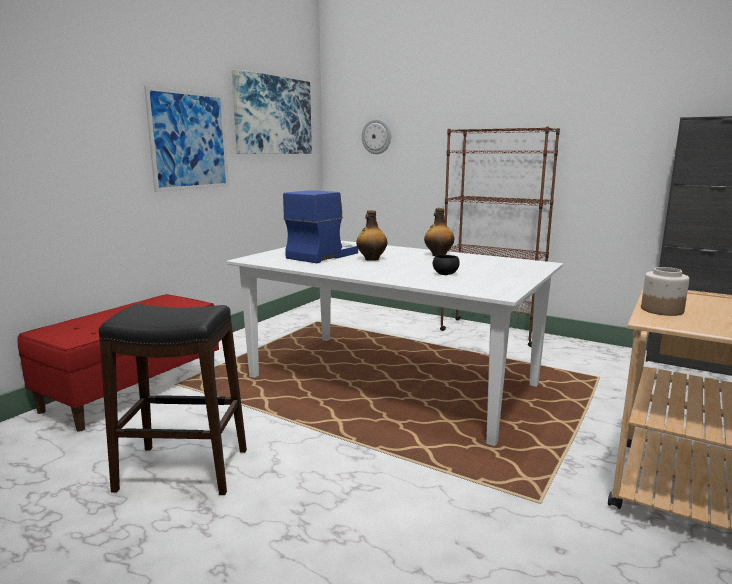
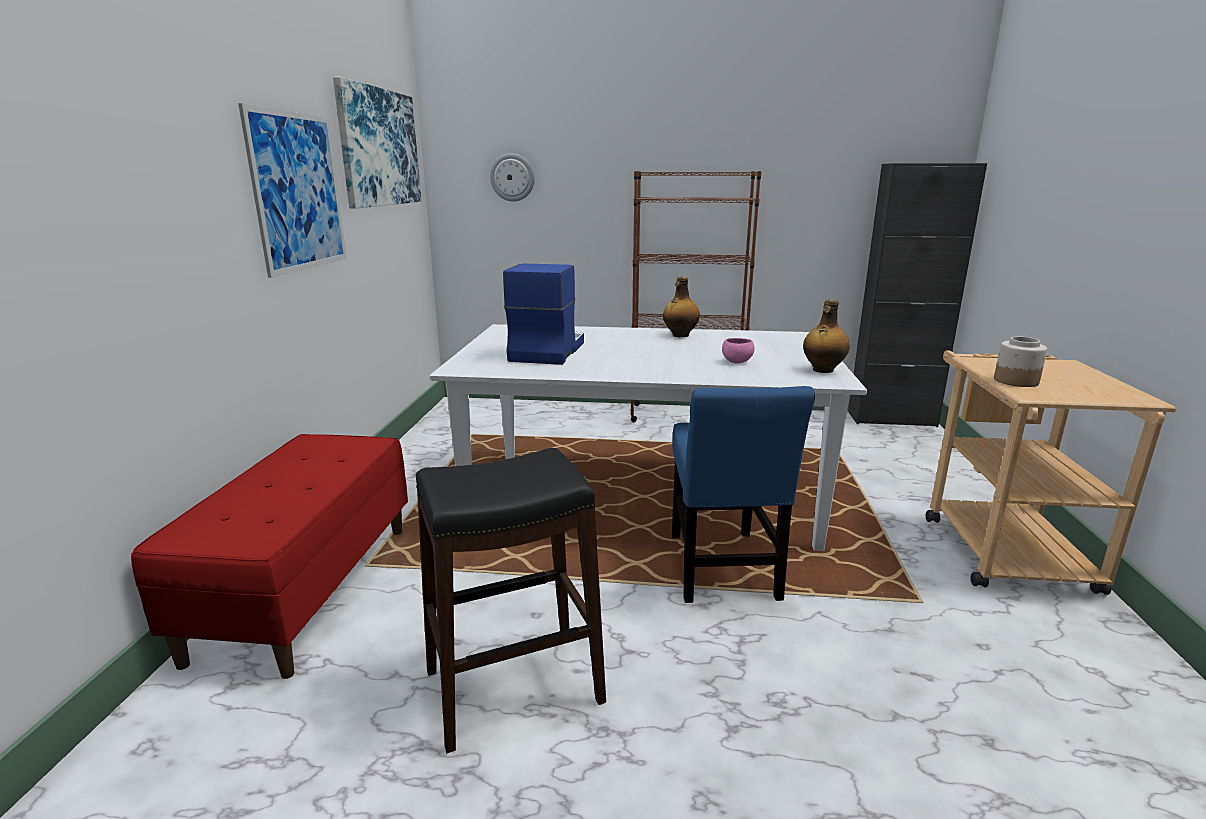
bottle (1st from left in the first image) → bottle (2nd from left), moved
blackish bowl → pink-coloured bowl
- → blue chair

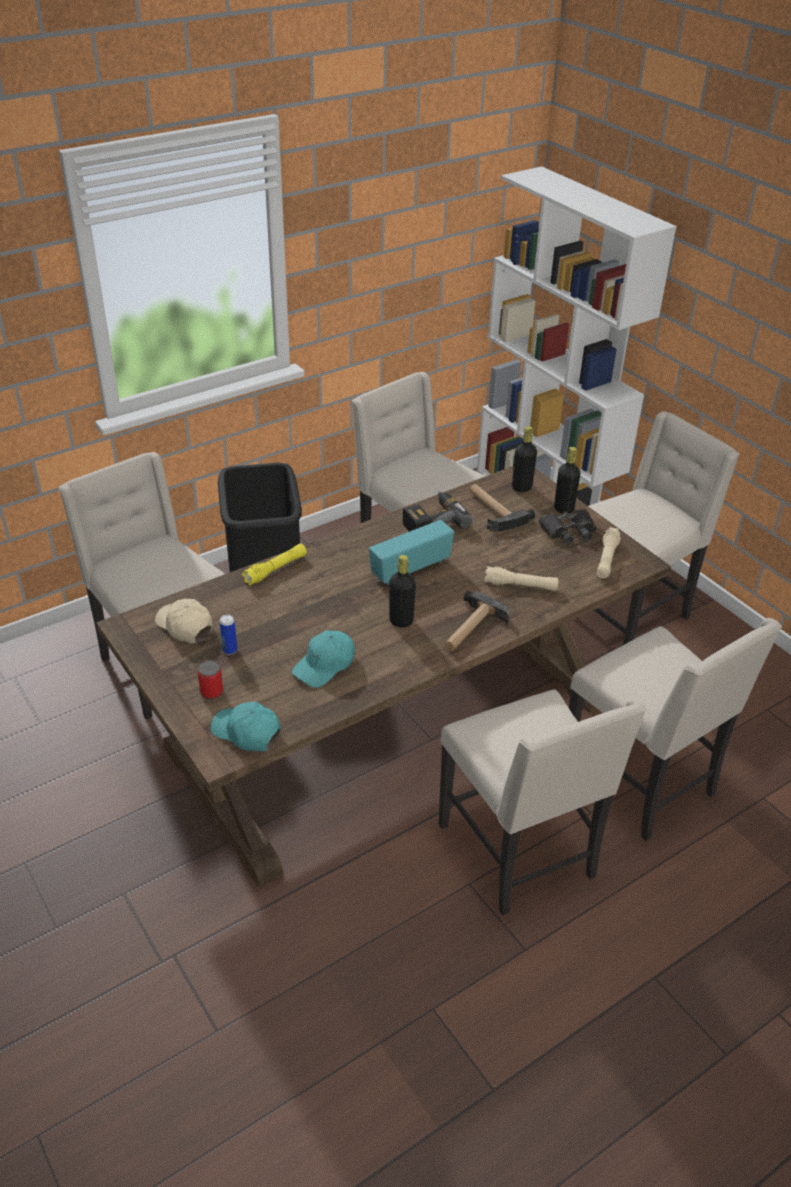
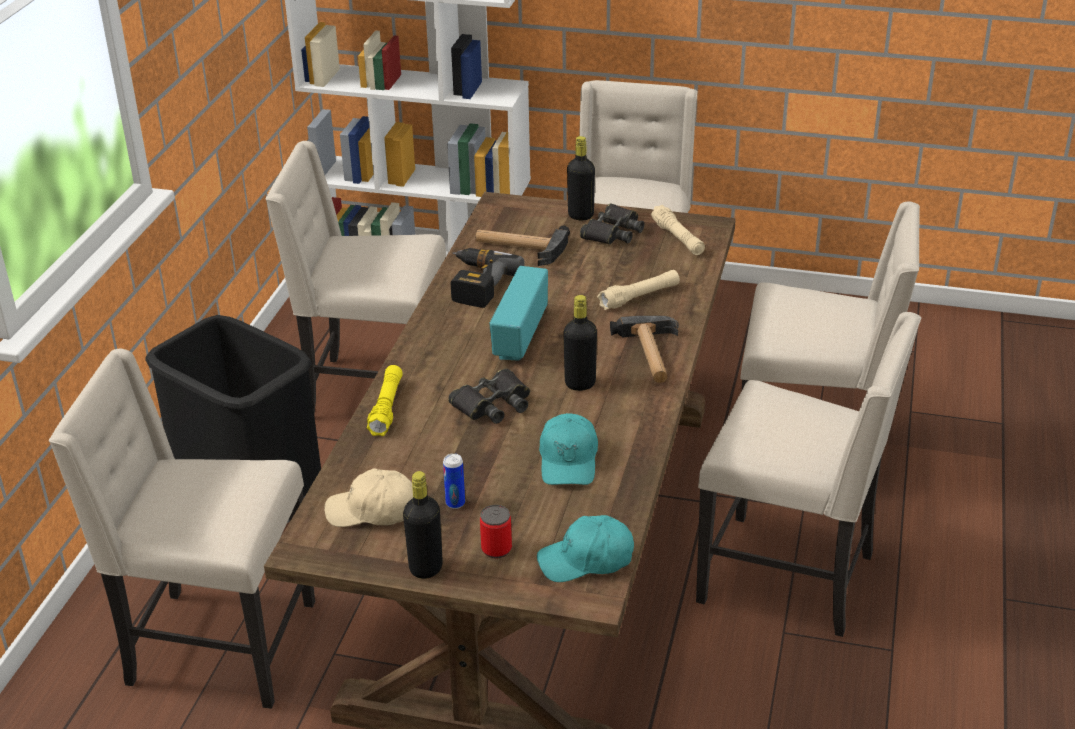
blackish bottle (2nd from left in the first image) → blackish bottle (1st from left), moved
- → blackish pair of binoculars (1st from left)

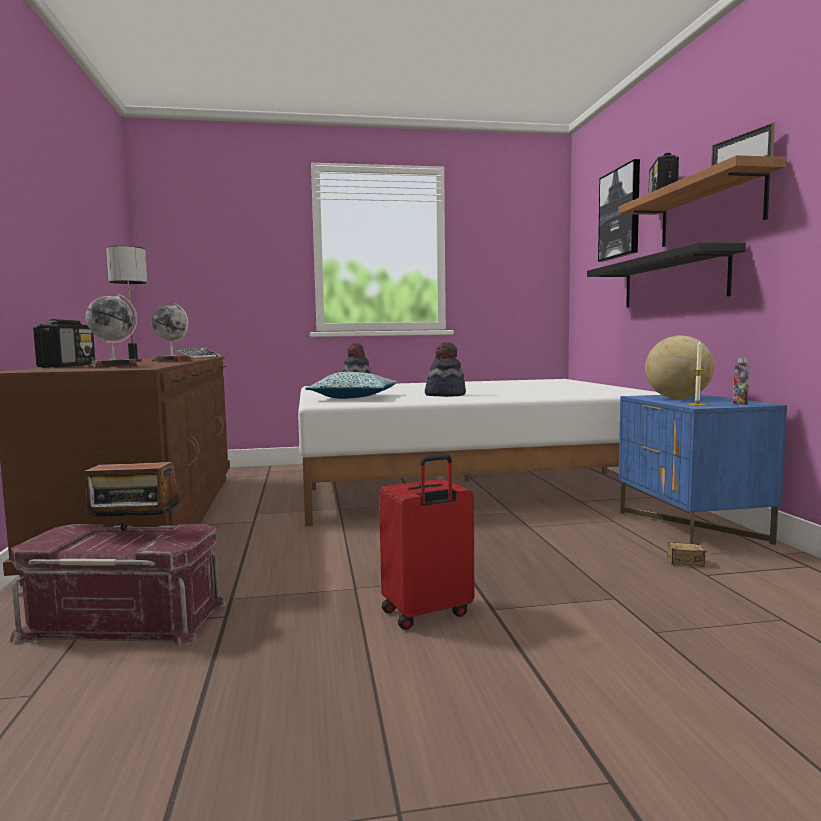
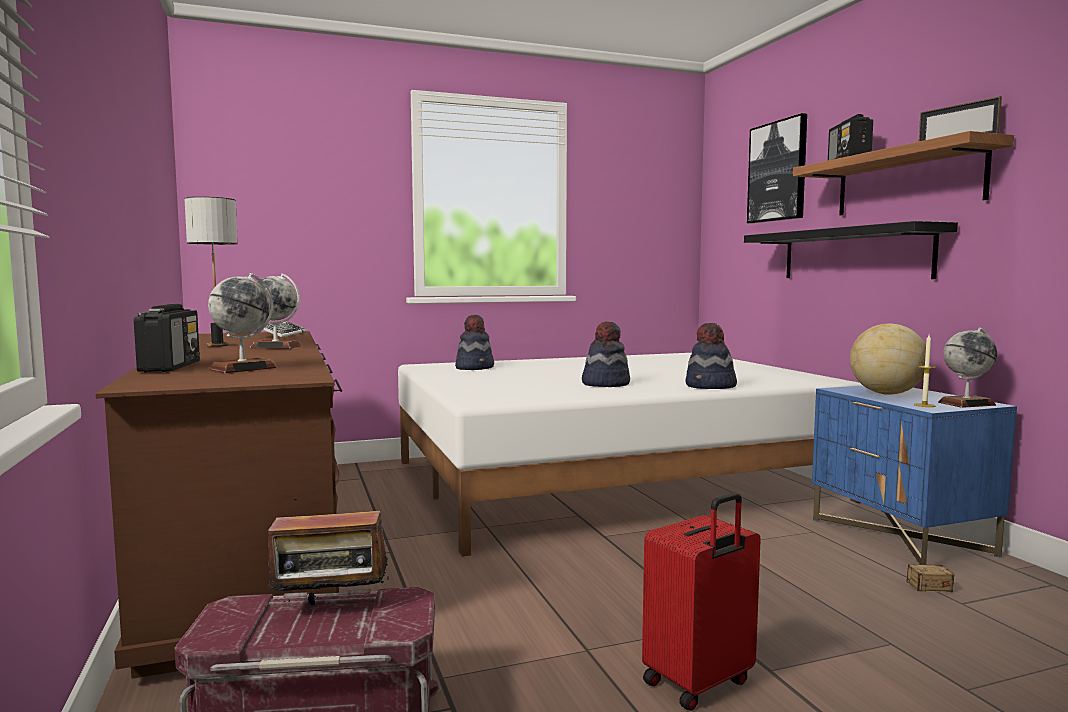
bottle → desk globe (4th from left)
cushion → -
- → hat (3rd from left)

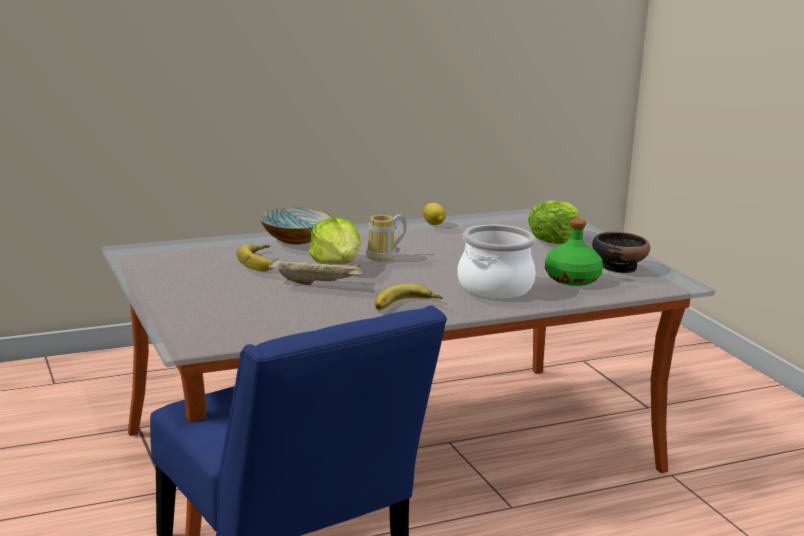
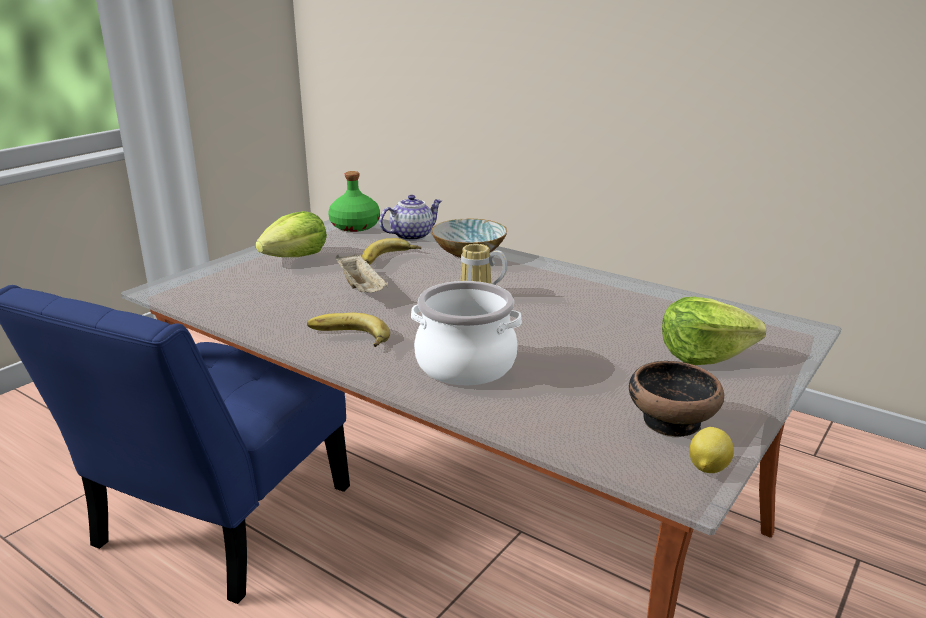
citrus fruit, moved
lettuce (1st from left), moved
greenish bottle, moved
- → pot for tea

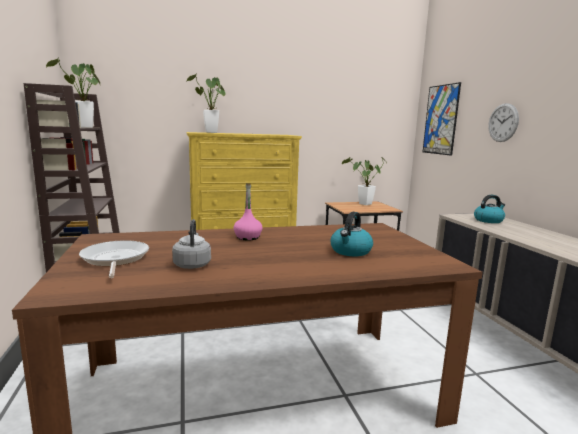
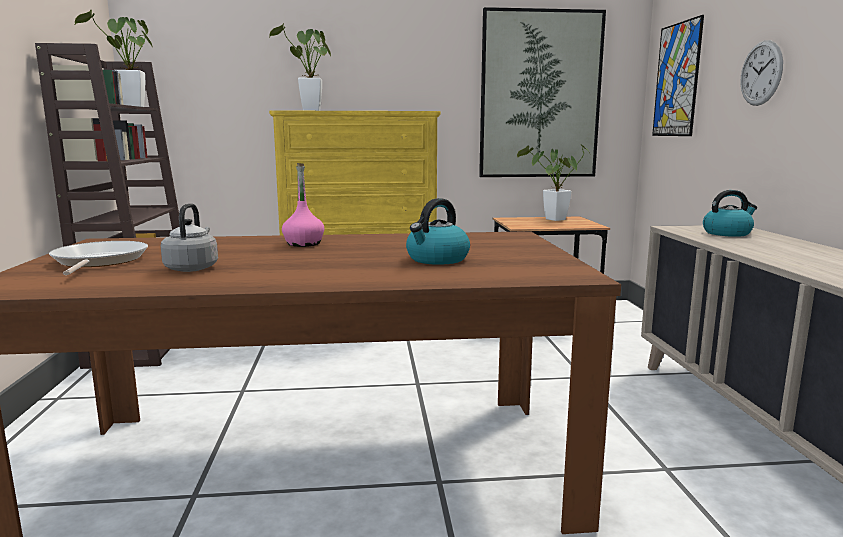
- → picture (1st from left)

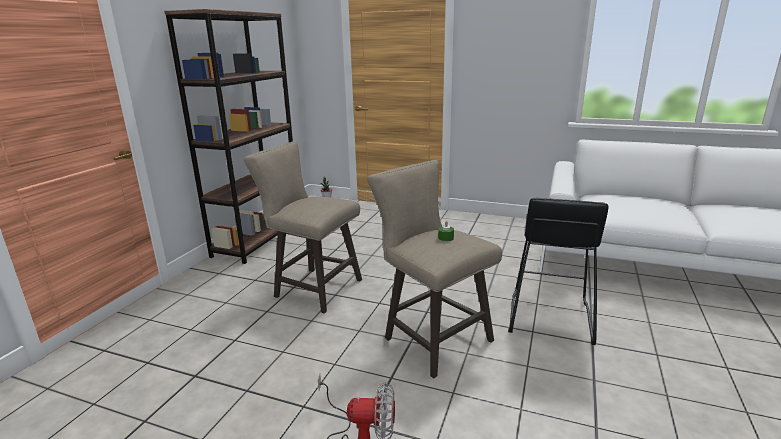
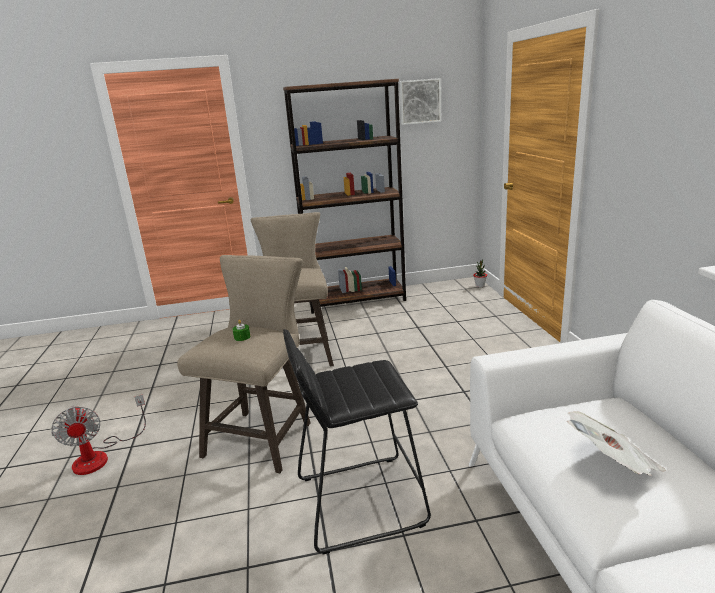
- → picture
- → printed paper

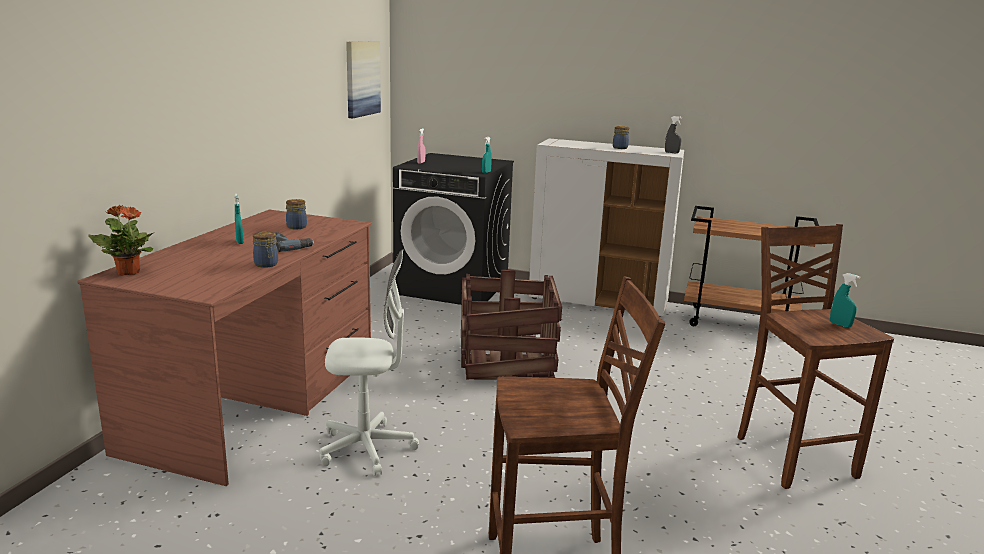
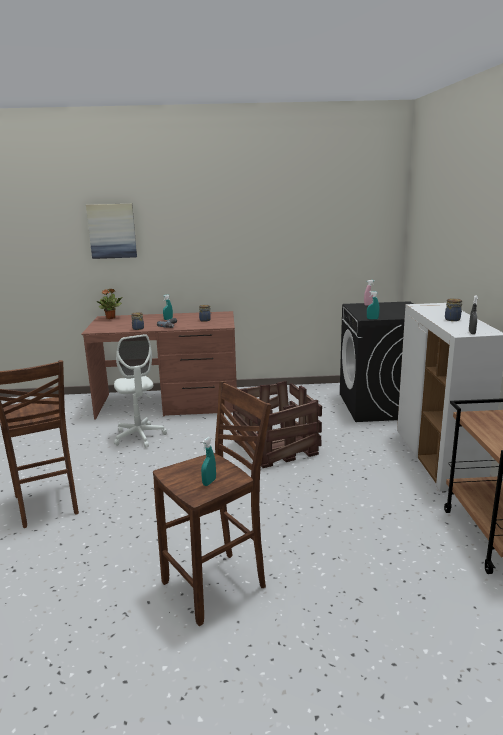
picture, moved

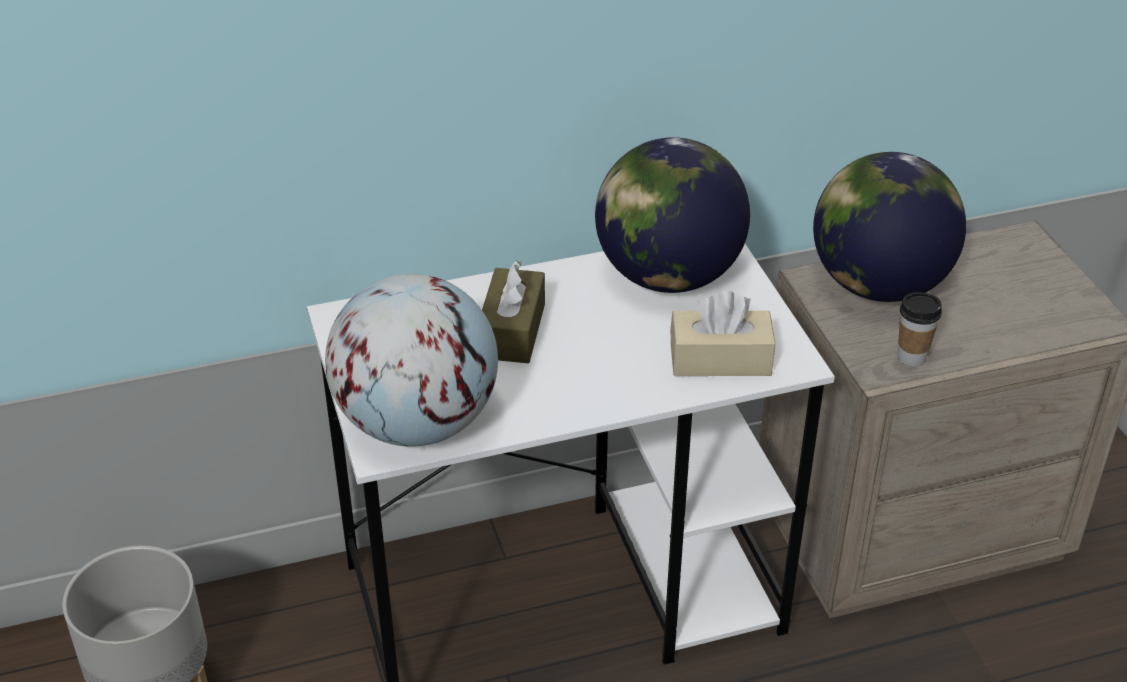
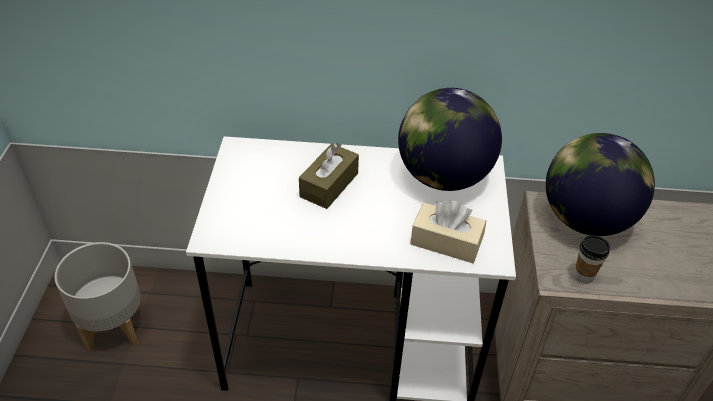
desk globe (1st from left) → -

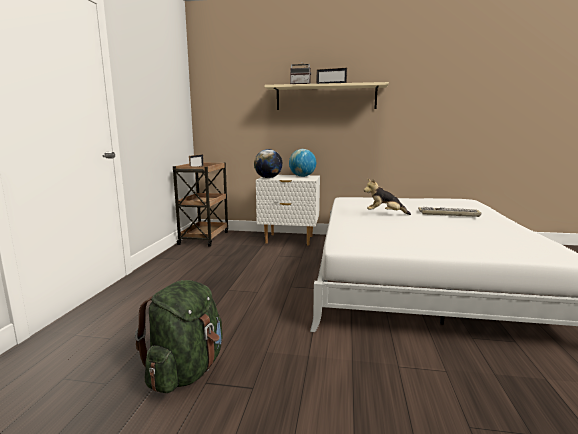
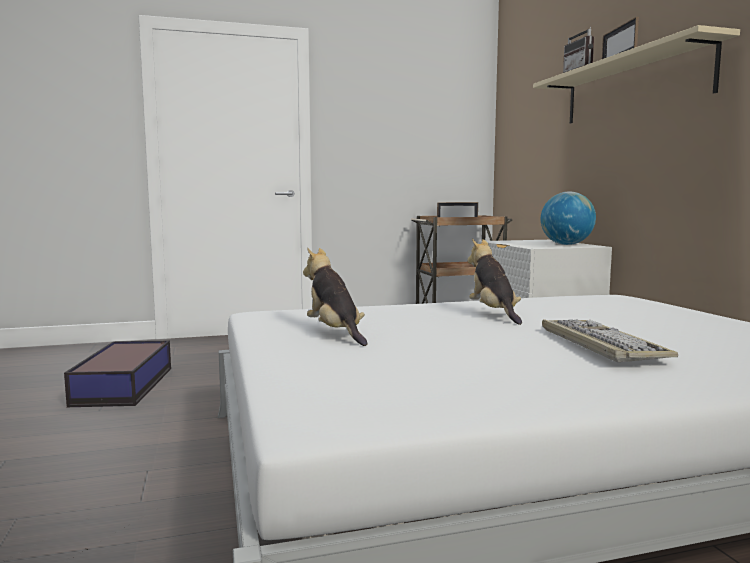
desk globe (1st from left) → -
greenish backpack → storage bin
- → soft toy (1st from left)

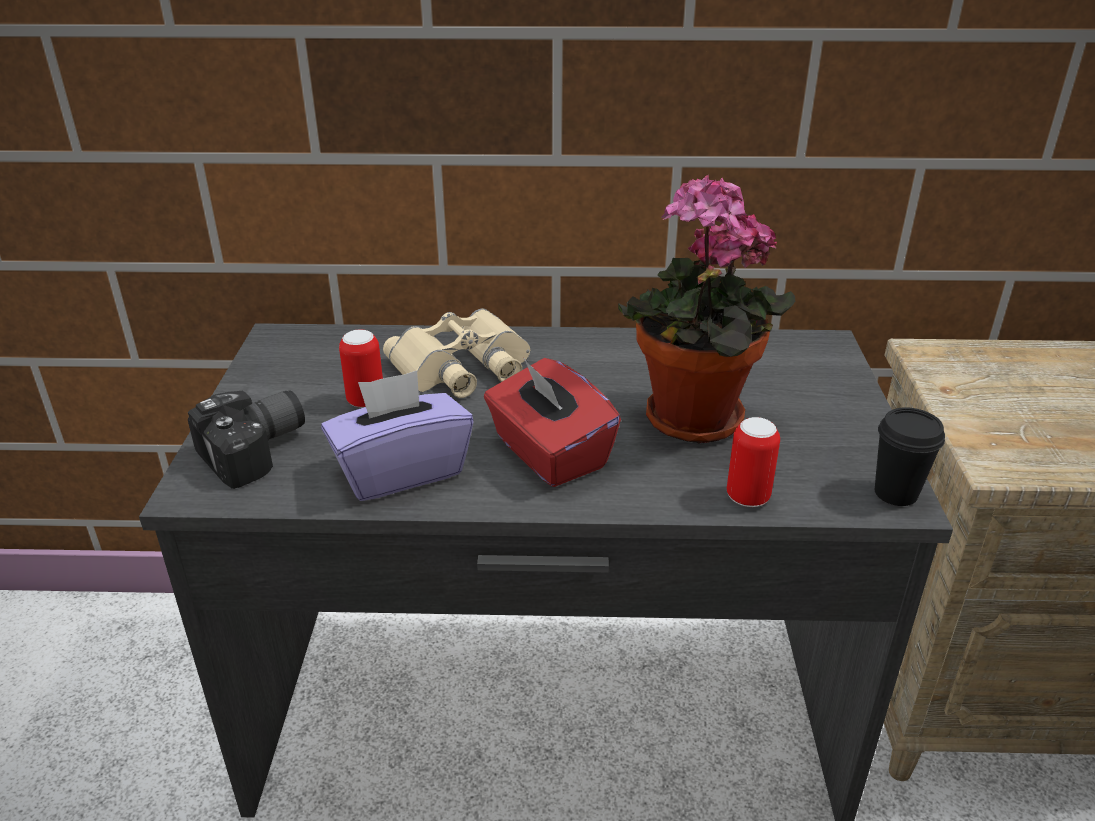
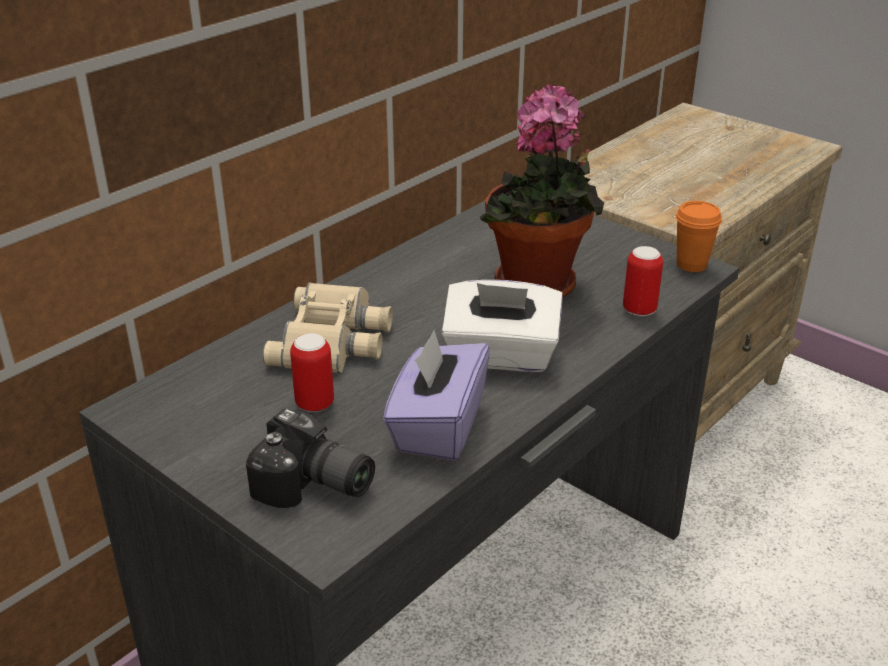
reddish tissue box → white tissue box
still camera, 120 degrees clockwise
blackish drinking cup → orangey drinking cup

